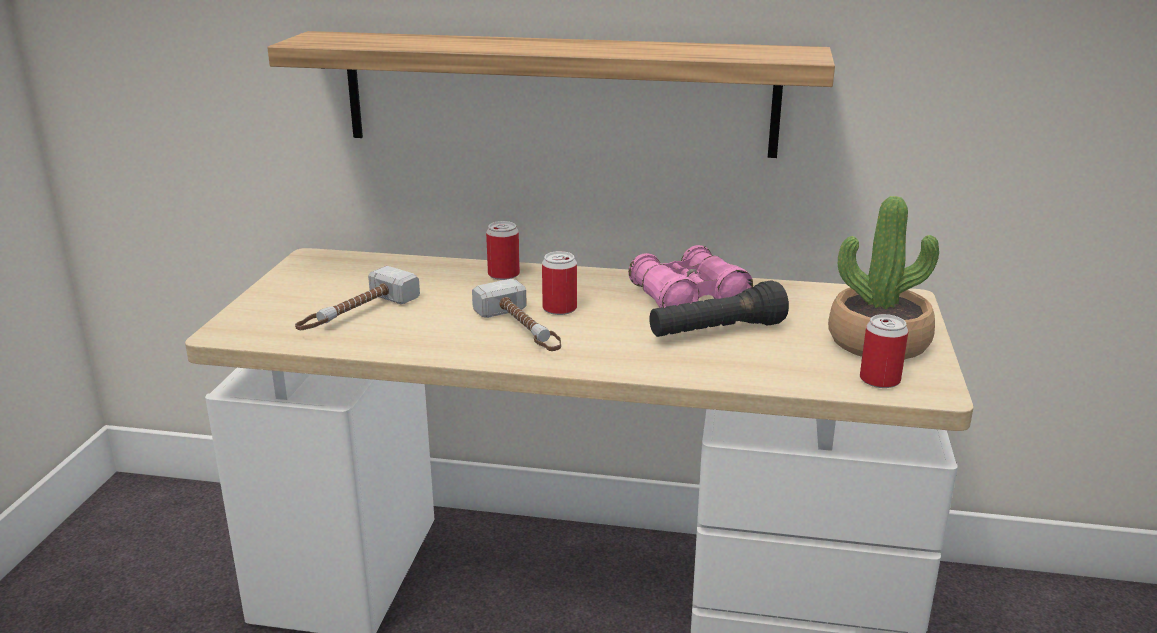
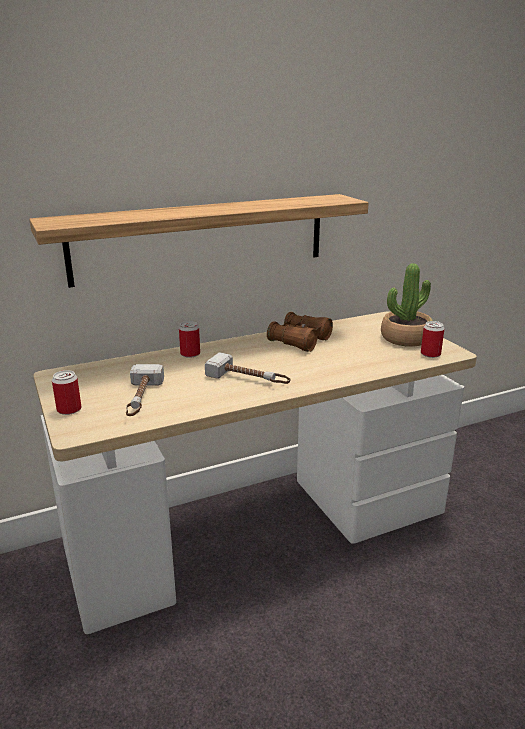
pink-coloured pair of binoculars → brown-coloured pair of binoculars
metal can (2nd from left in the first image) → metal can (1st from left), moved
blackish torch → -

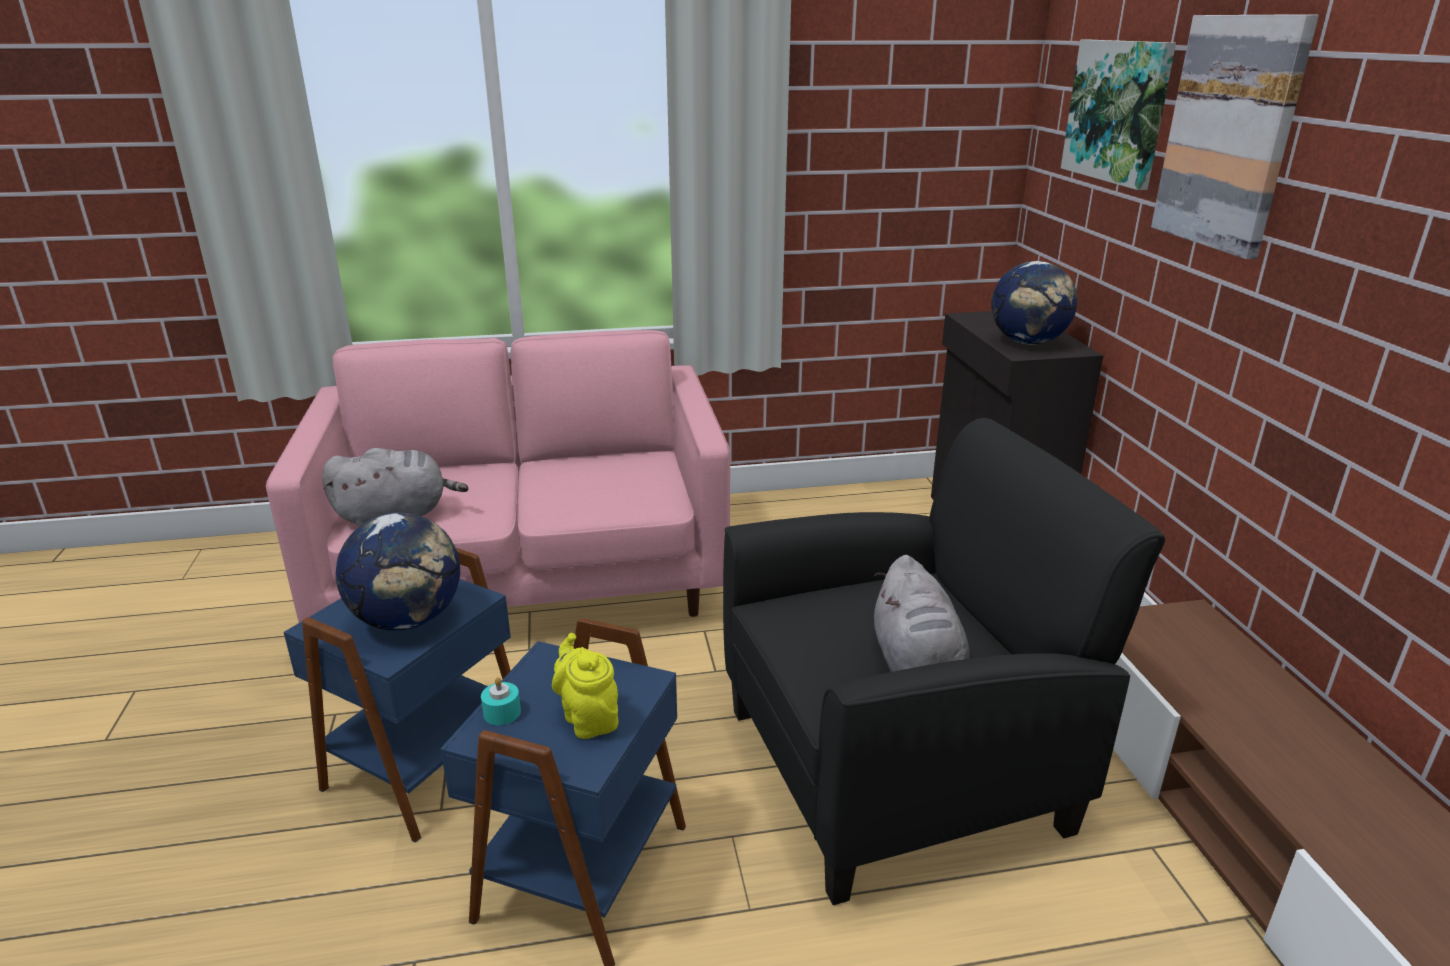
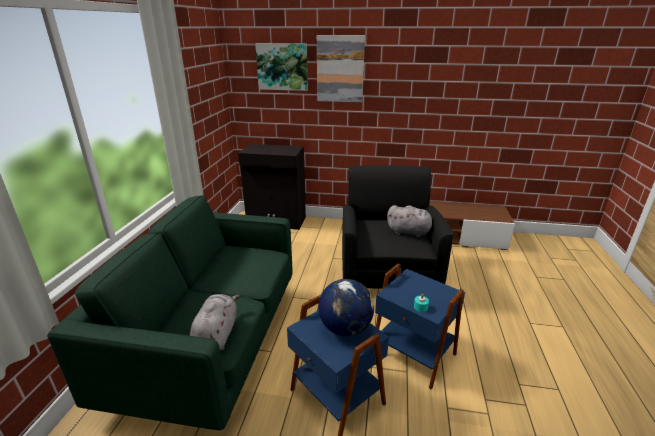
desk globe (2nd from left) → -
pink-coloured couch → greenish couch
yellow pot for tea → -

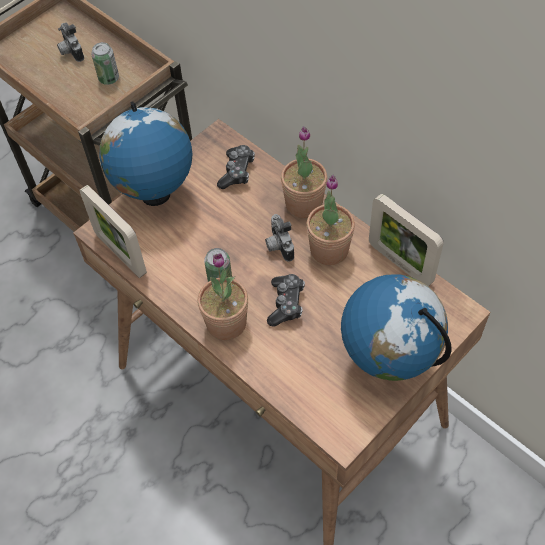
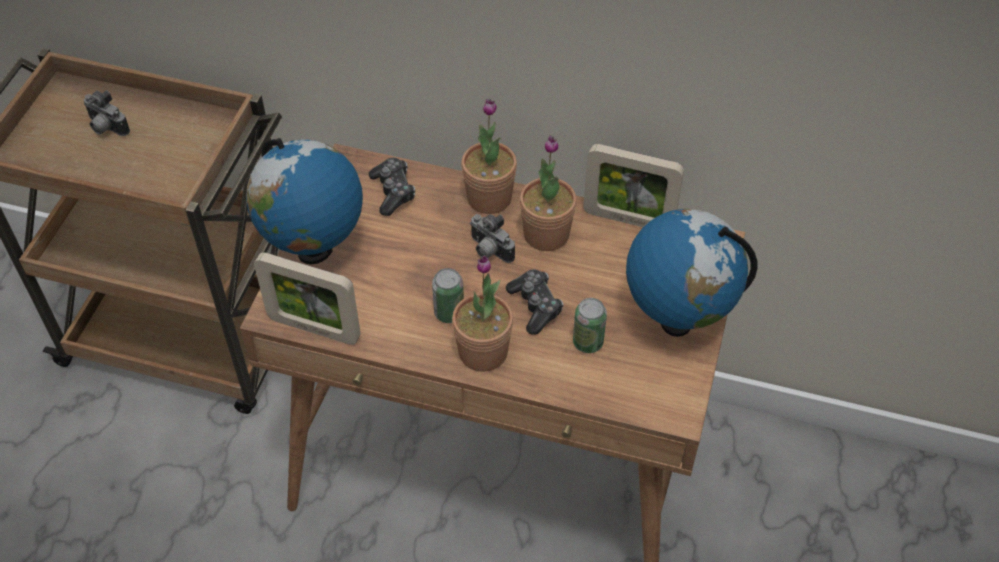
metal can (1st from left in the first image) → metal can (2nd from left), moved

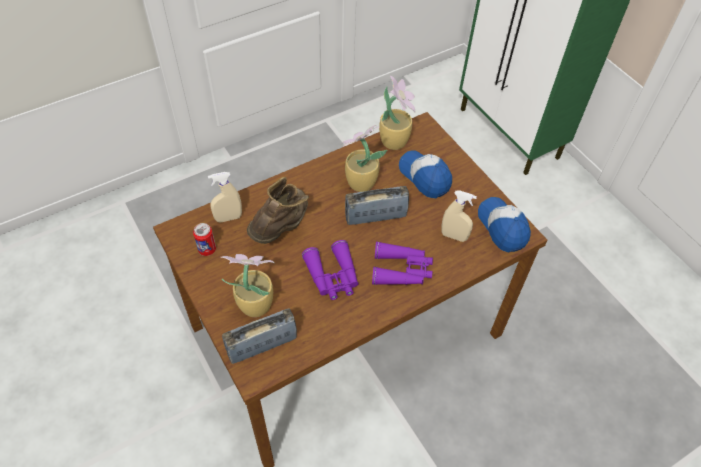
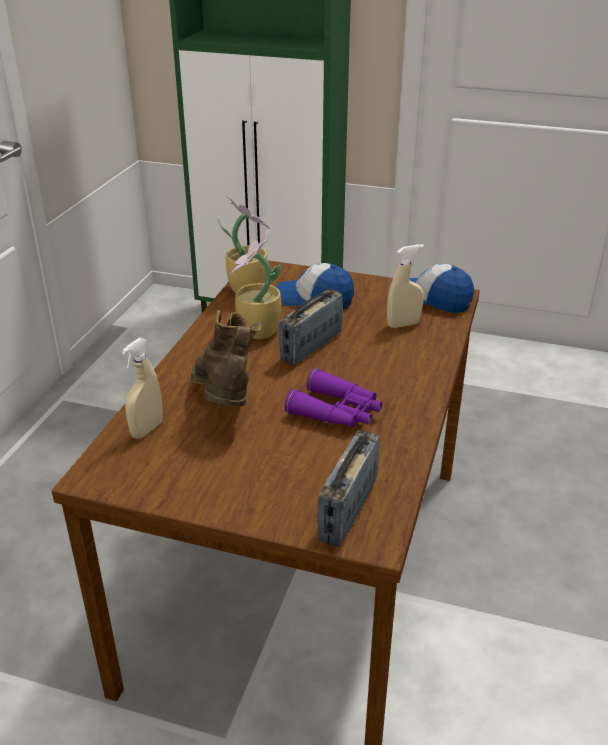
metal can → -
purple pair of binoculars (2nd from left) → -
potted plant (1st from left) → -

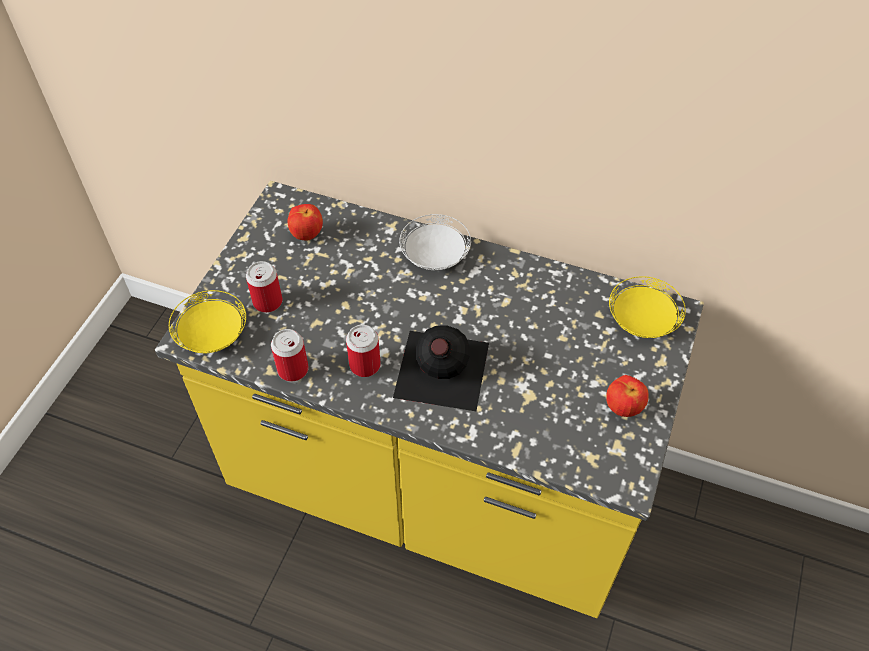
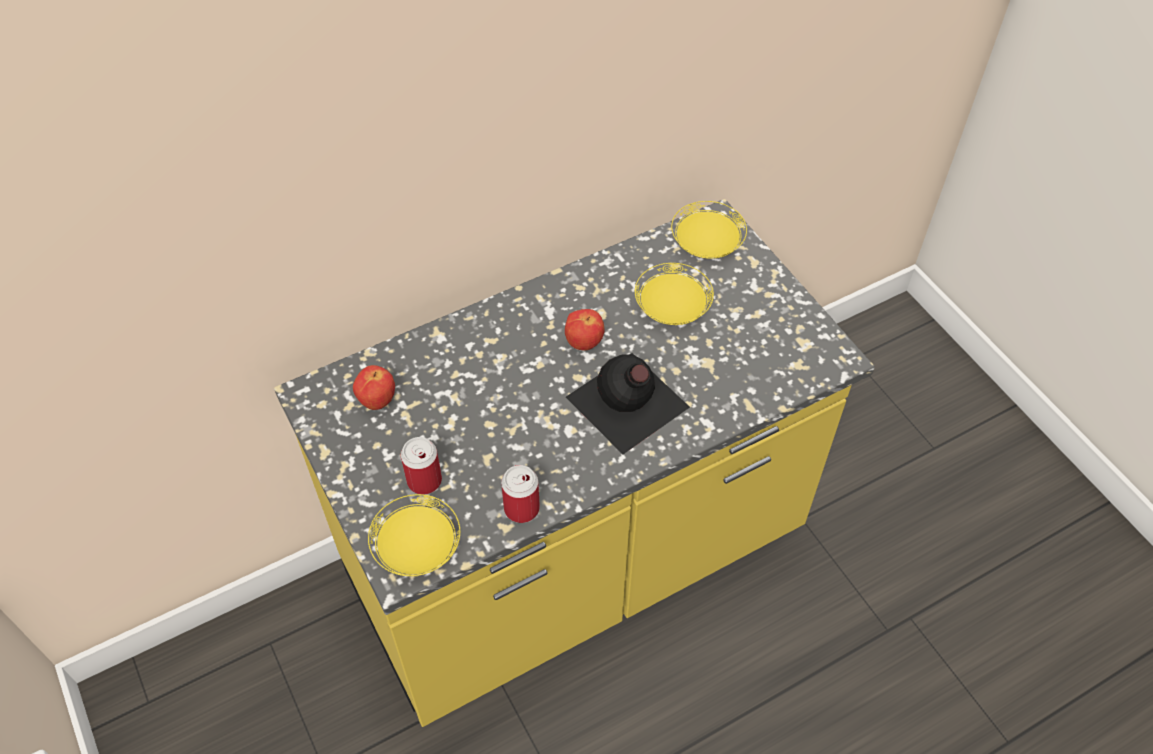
white plate → -
metal can (3rd from left) → -
apple fruit (2nd from left), moved
- → yellow plate (2nd from left)

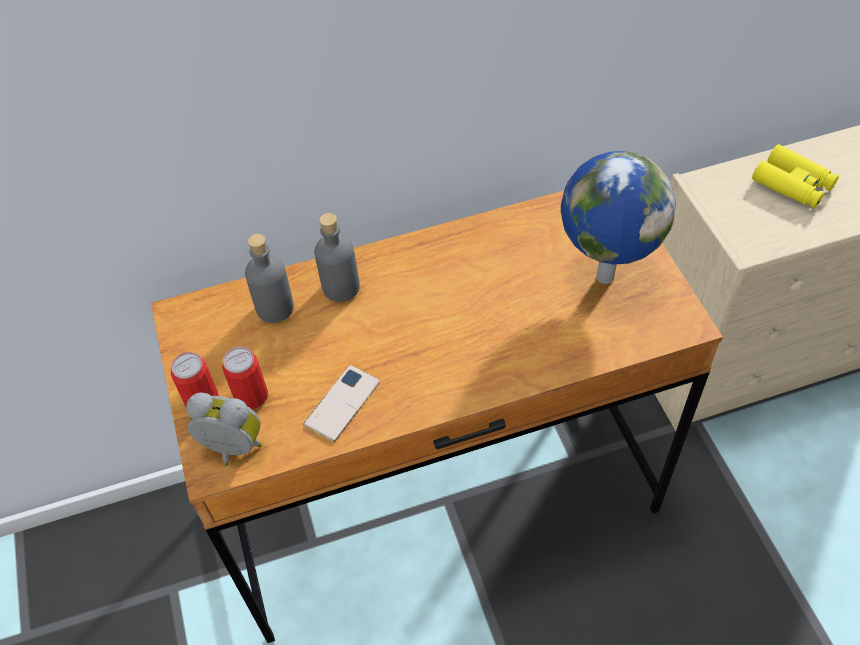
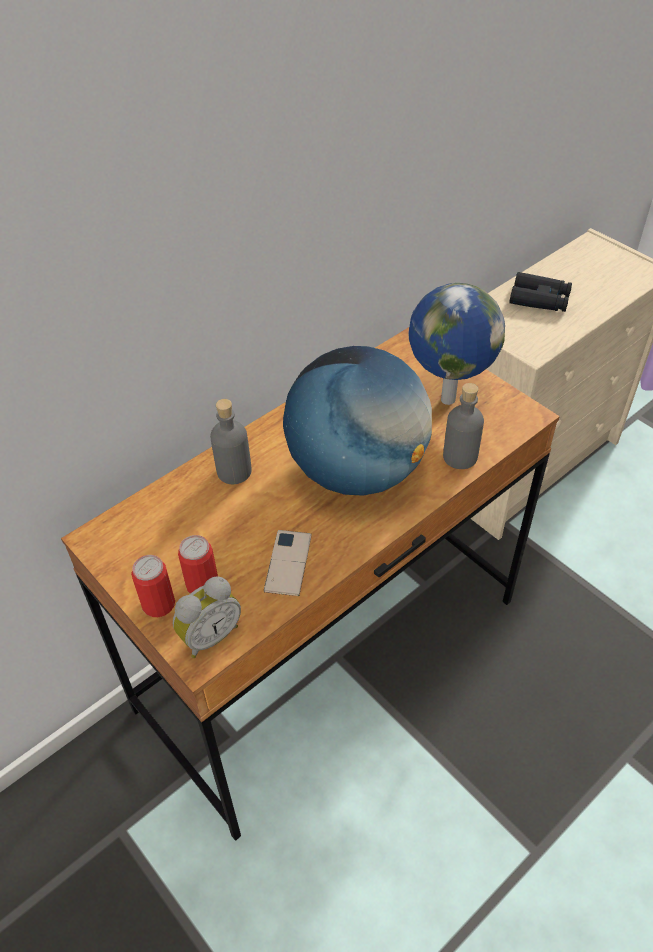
yellow pair of binoculars → blackish pair of binoculars
gray bottle (1st from left in the first image) → gray bottle (2nd from left), moved
alarm clock, 150 degrees clockwise
- → desk globe (1st from left)

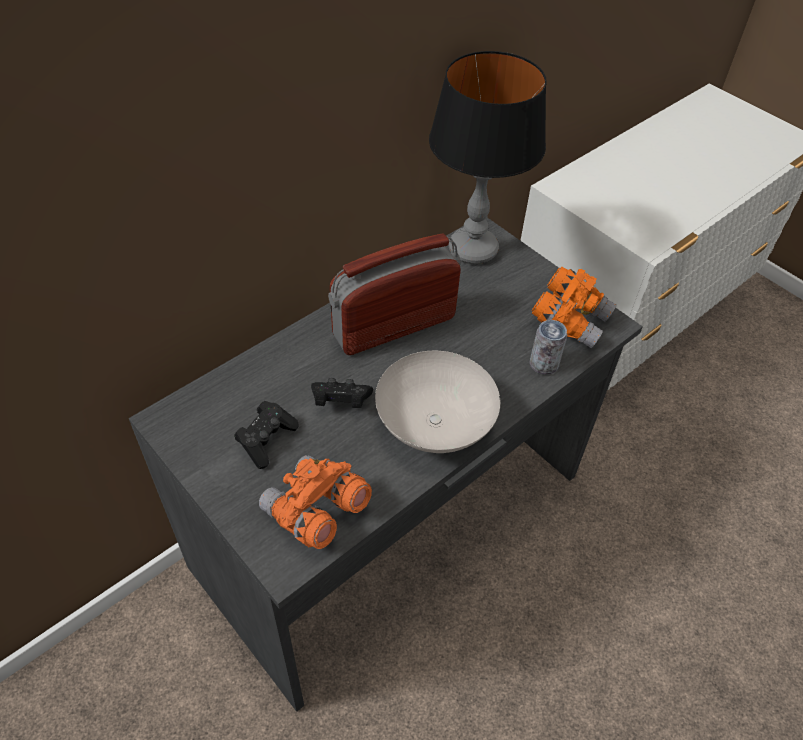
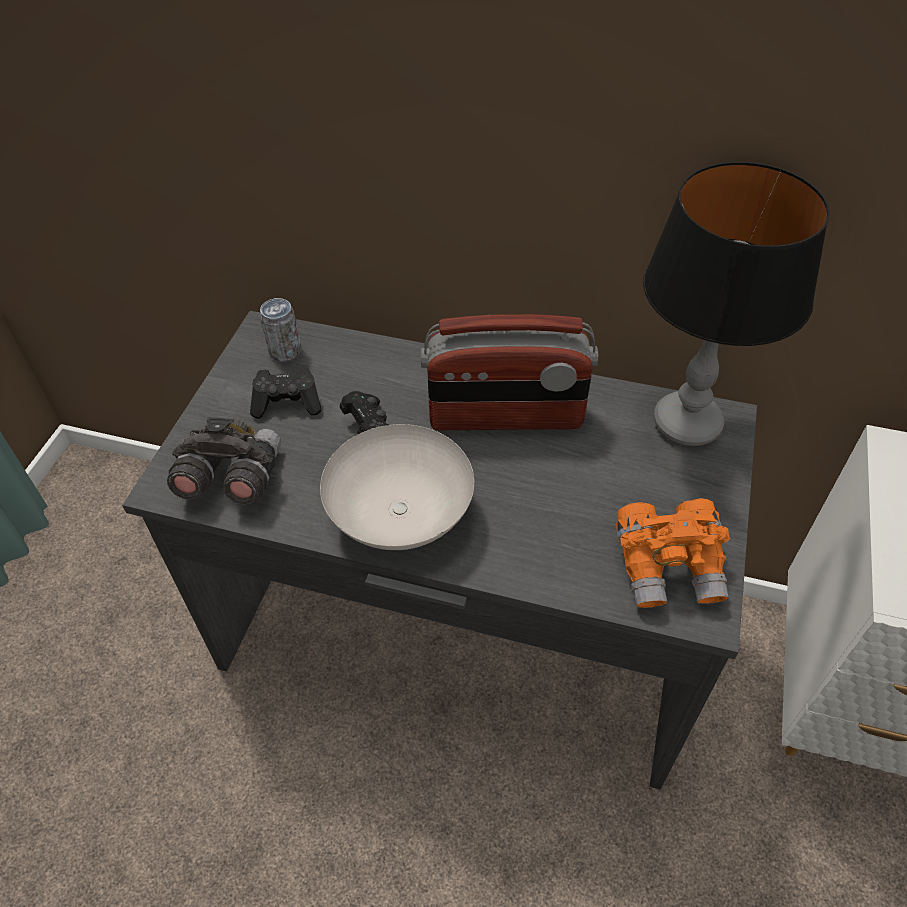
radio set, 150 degrees clockwise
metal can, moved
orangey pair of binoculars (1st from left) → gray pair of binoculars

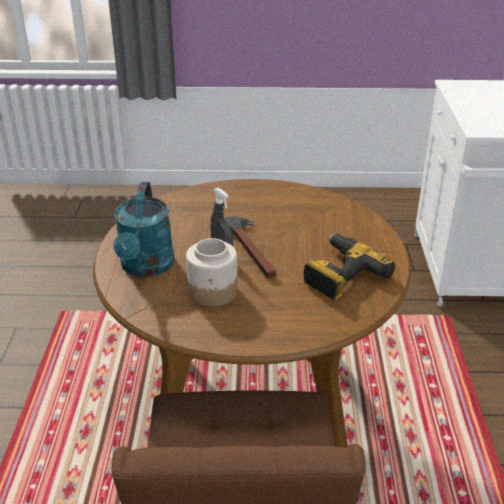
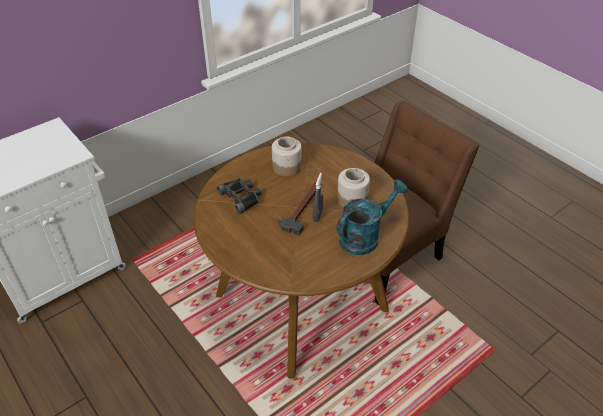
power drill → preserve jar (1st from left)
- → blackish pair of binoculars

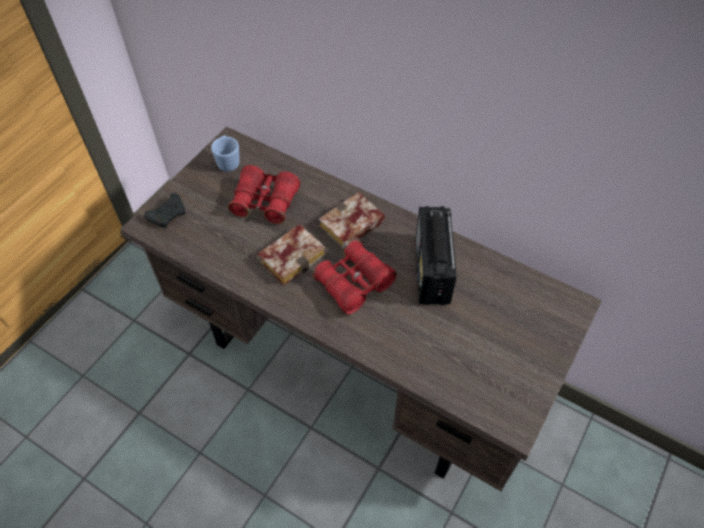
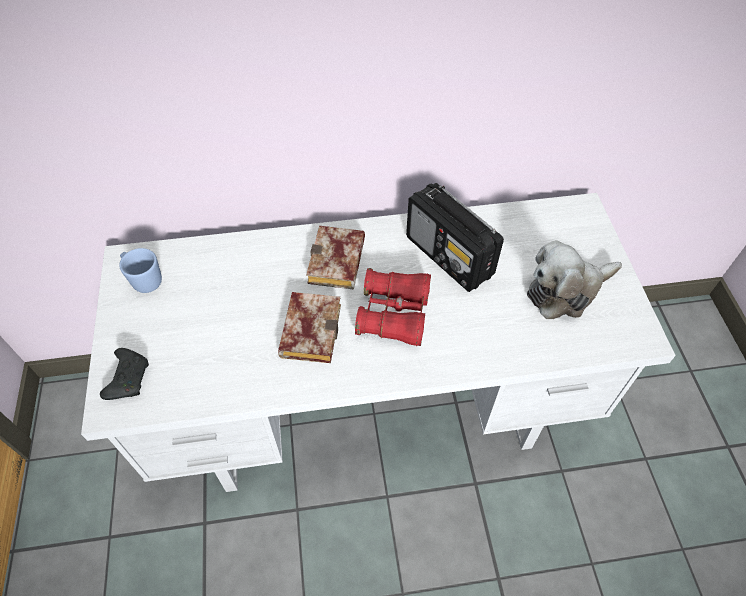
brown-coloured desk → white desk
reddish pair of binoculars (1st from left) → -
- → soft toy

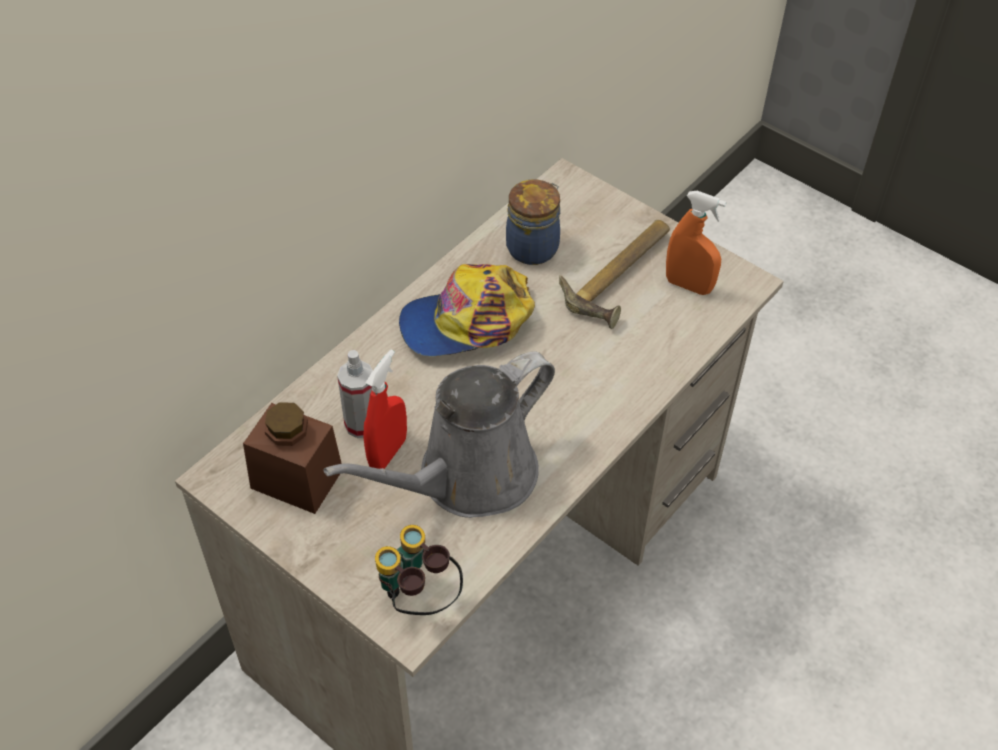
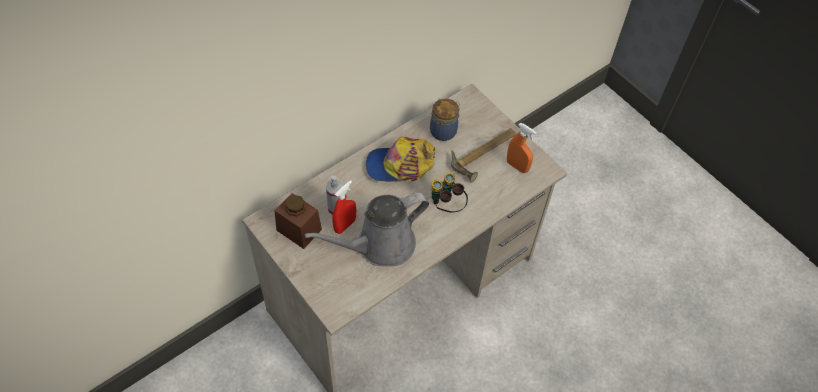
pair of binoculars, moved

